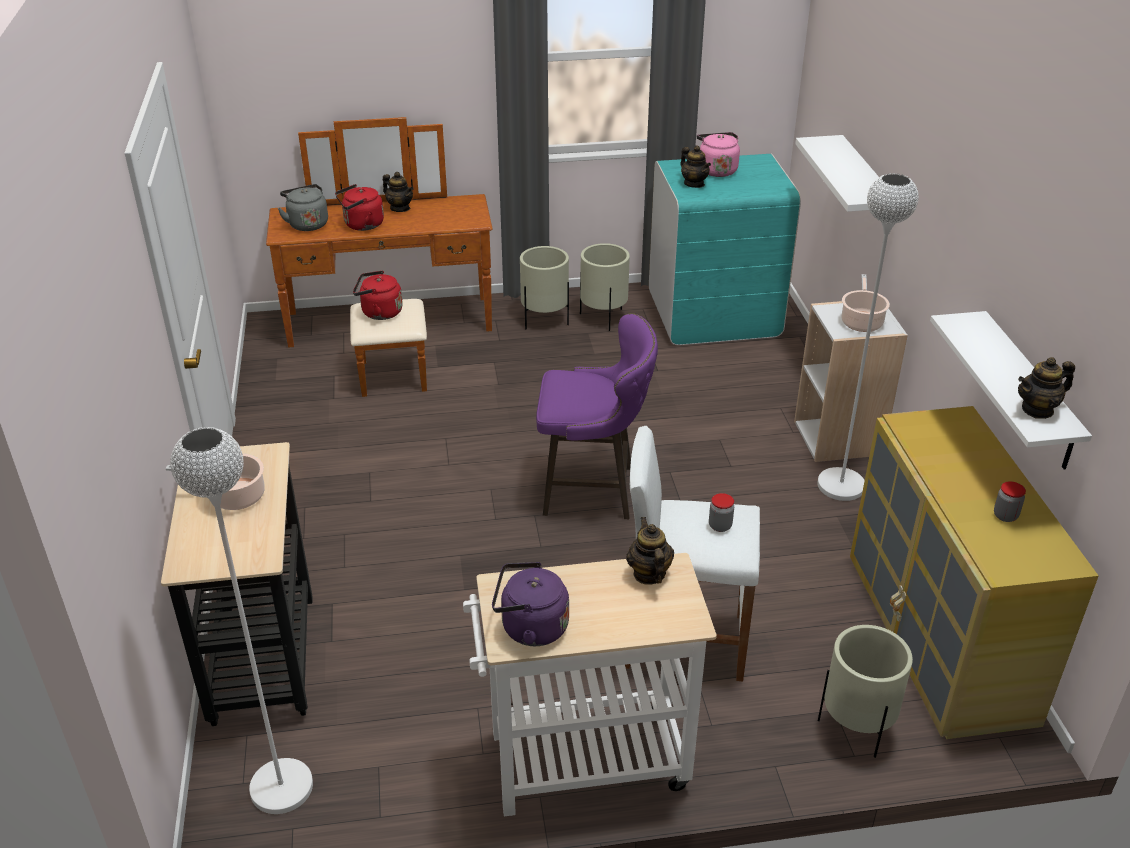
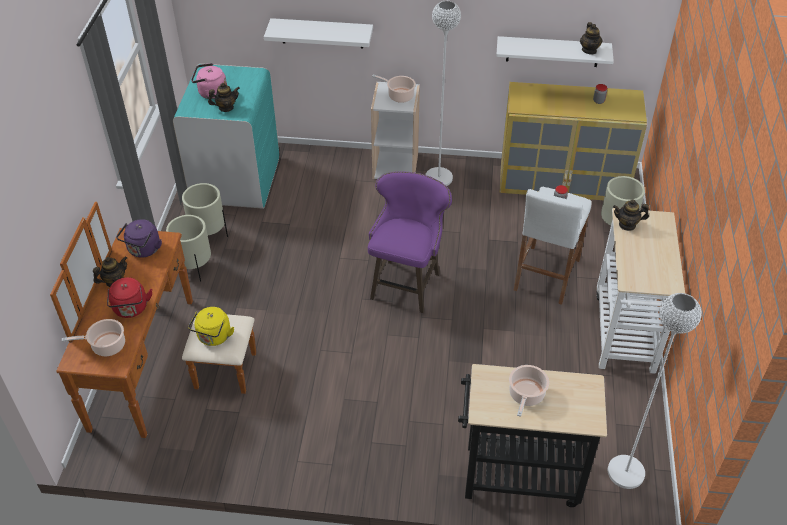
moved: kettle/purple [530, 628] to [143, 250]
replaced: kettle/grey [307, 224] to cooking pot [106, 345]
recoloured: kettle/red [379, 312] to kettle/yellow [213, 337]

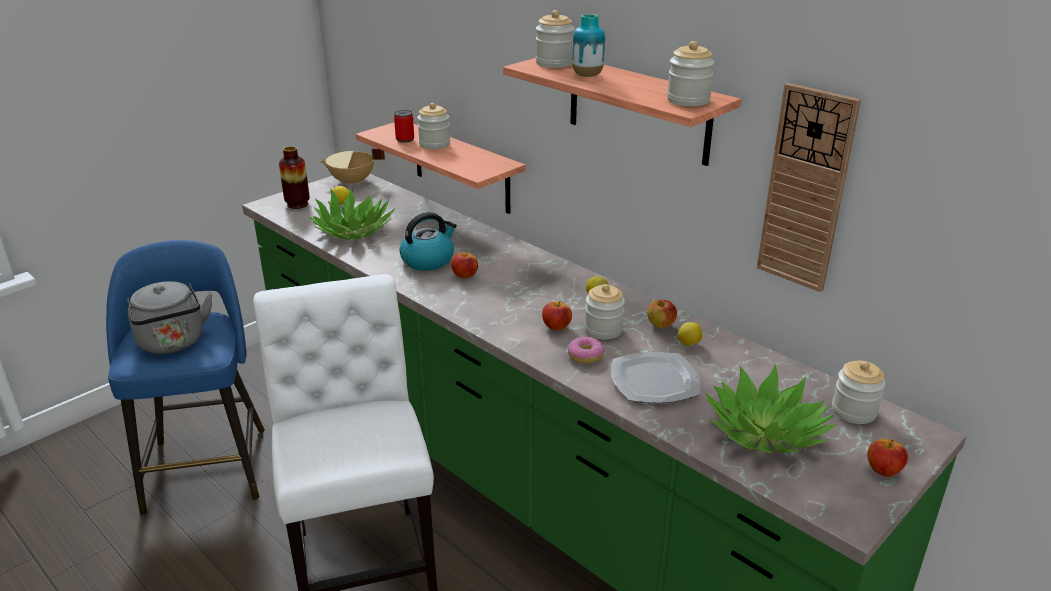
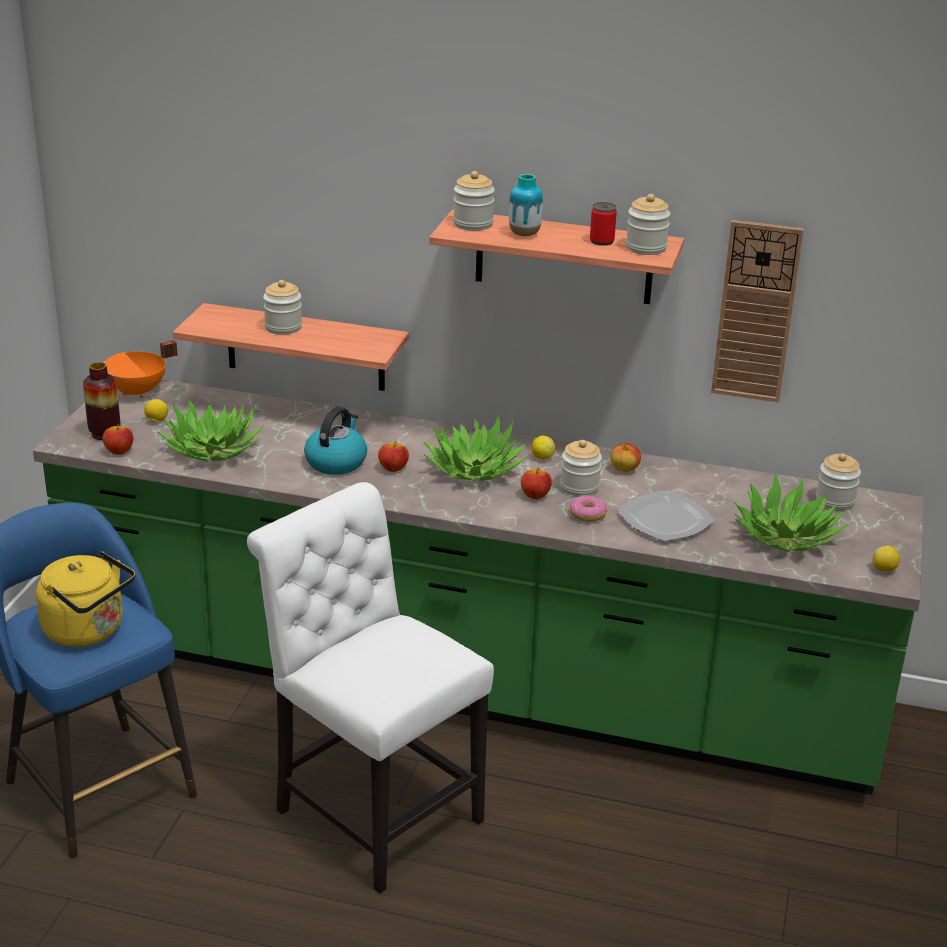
added: potted plant [474, 468]
moved: can [405, 139] to [601, 241]; lemon [689, 344] to [884, 570]; apple [883, 470] to [119, 451]
recoloured: kettle/grey [173, 343] to kettle/yellow [88, 631]; cooking pot/beige [352, 182] to cooking pot/orange [138, 392]

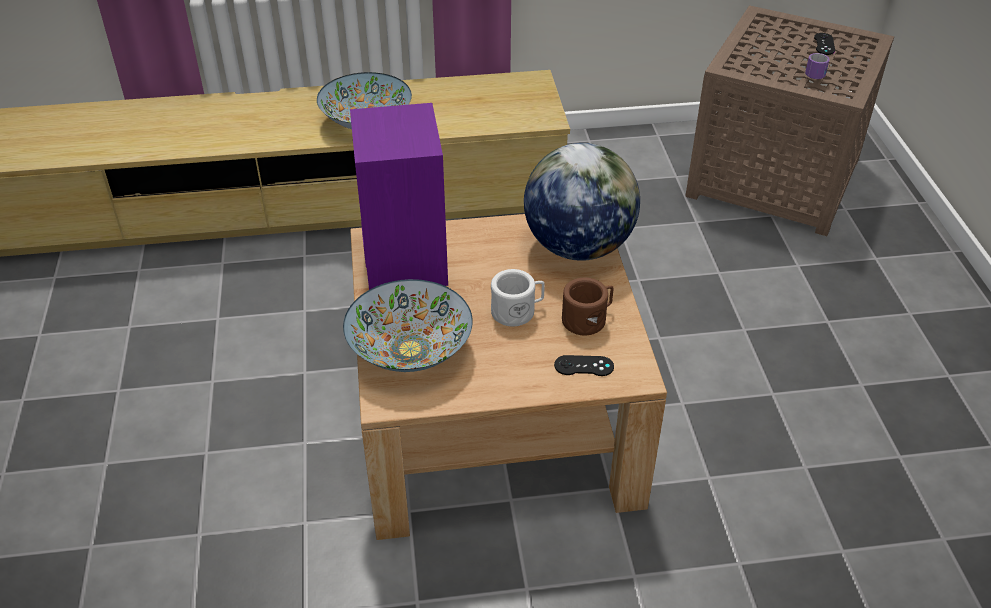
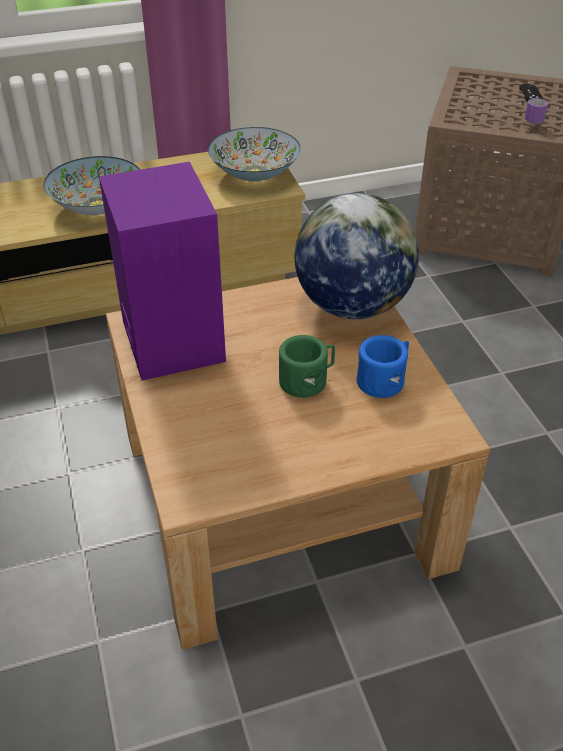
removed: game controller/black [584, 366]
moved: bowl [410, 350] to [255, 174]
recoloured: mug/white [517, 311] to mug/green [307, 380]; mug/brown [588, 319] to mug/blue [384, 380]

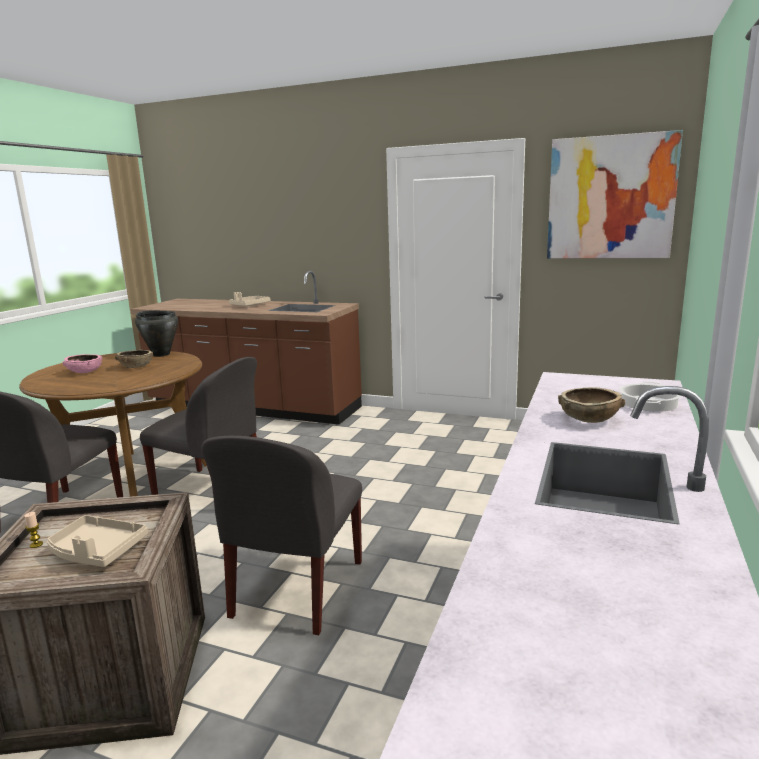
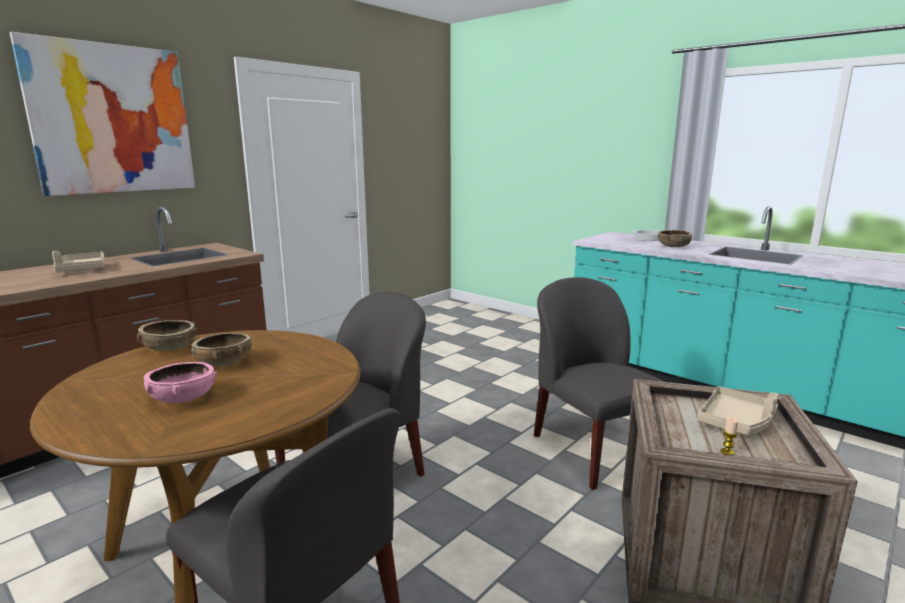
moved: picture [610, 198] to [113, 119]
replaced: cooking pot/black [161, 354] to bowl/brown [170, 348]
turned: chair/grey [296, 591] = [593, 450] 150 degrees counterclockwise

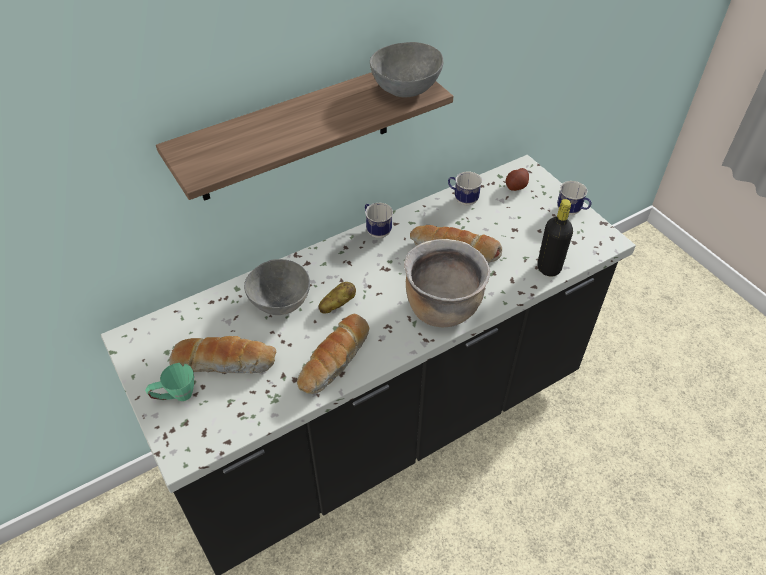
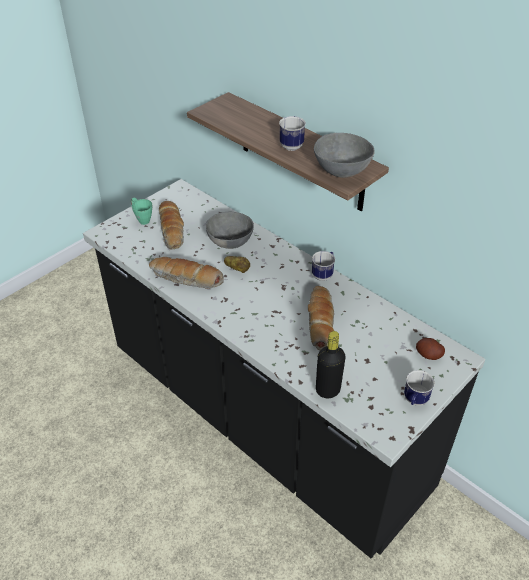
removed: cooking pot/brown [442, 307]
moved: mug [462, 199] to [292, 144]

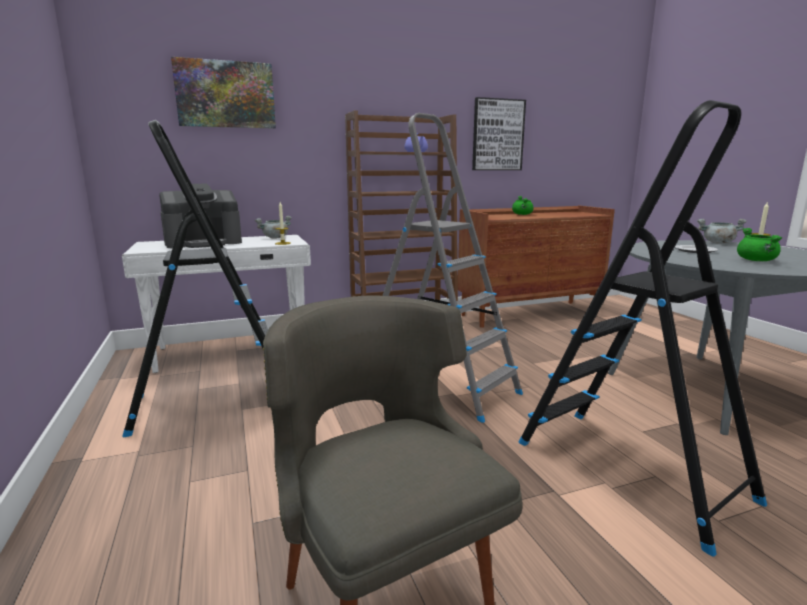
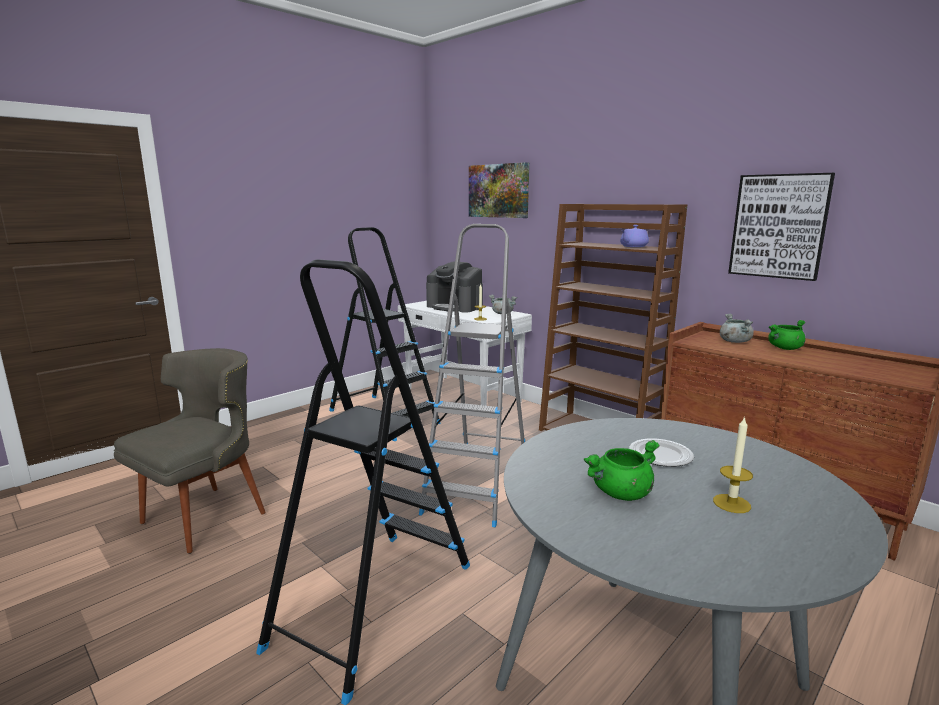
moved: cooking pot/grey [717, 243] to [734, 341]

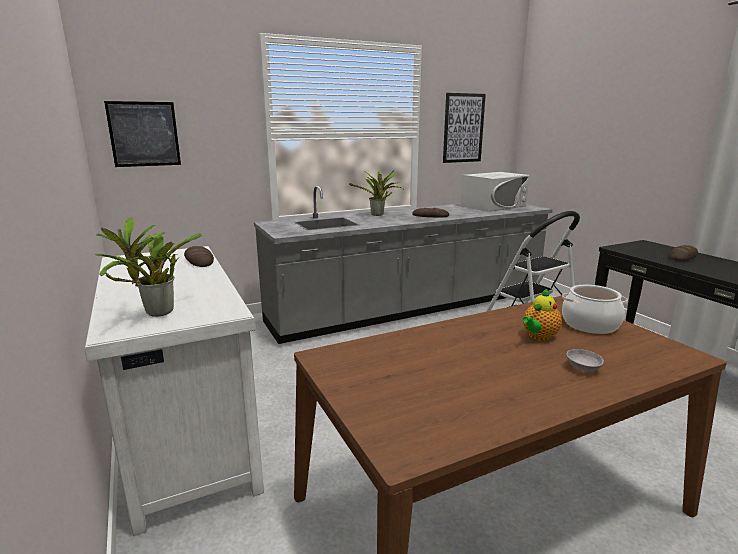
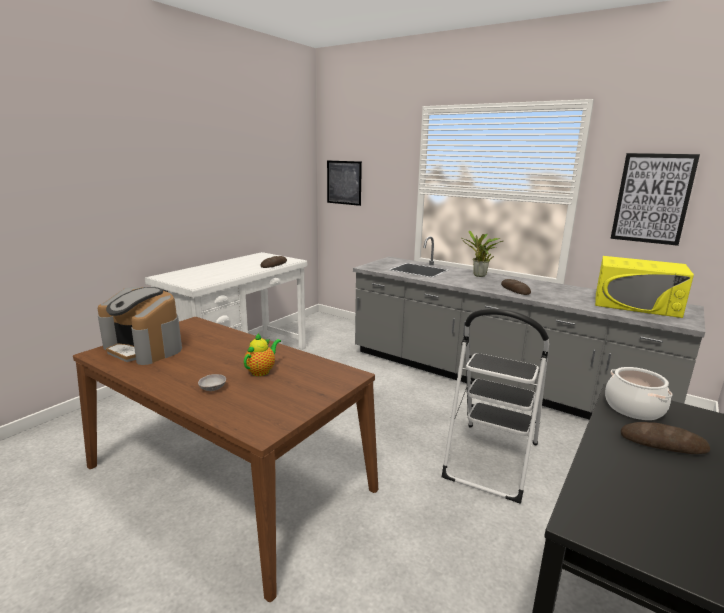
removed: potted plant [156, 314]
added: coffee machine [145, 348]
moved: cooking pot [590, 324] to [633, 408]
recoloured: microwave/white [493, 206] to microwave/yellow [636, 304]
turned: teapot [538, 337] = [262, 371] 105 degrees clockwise

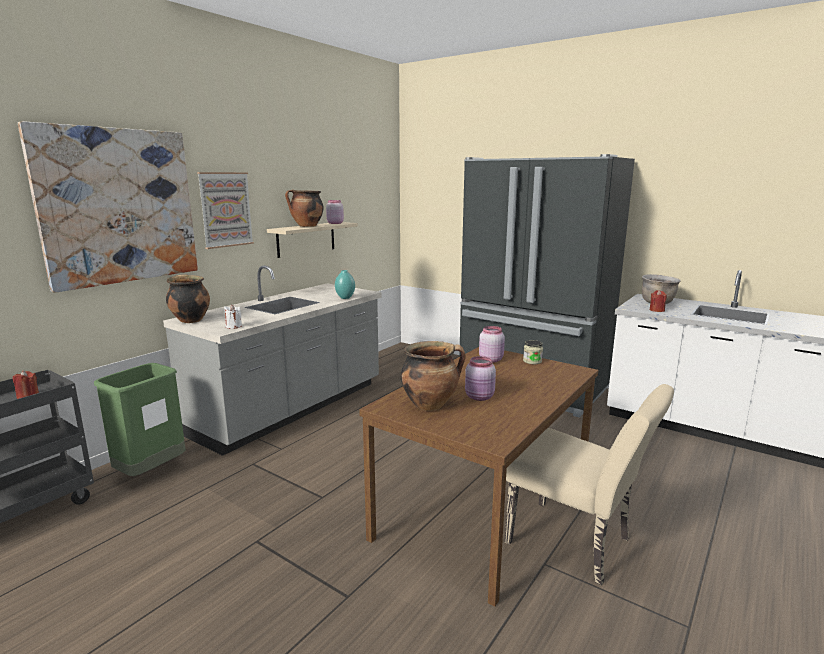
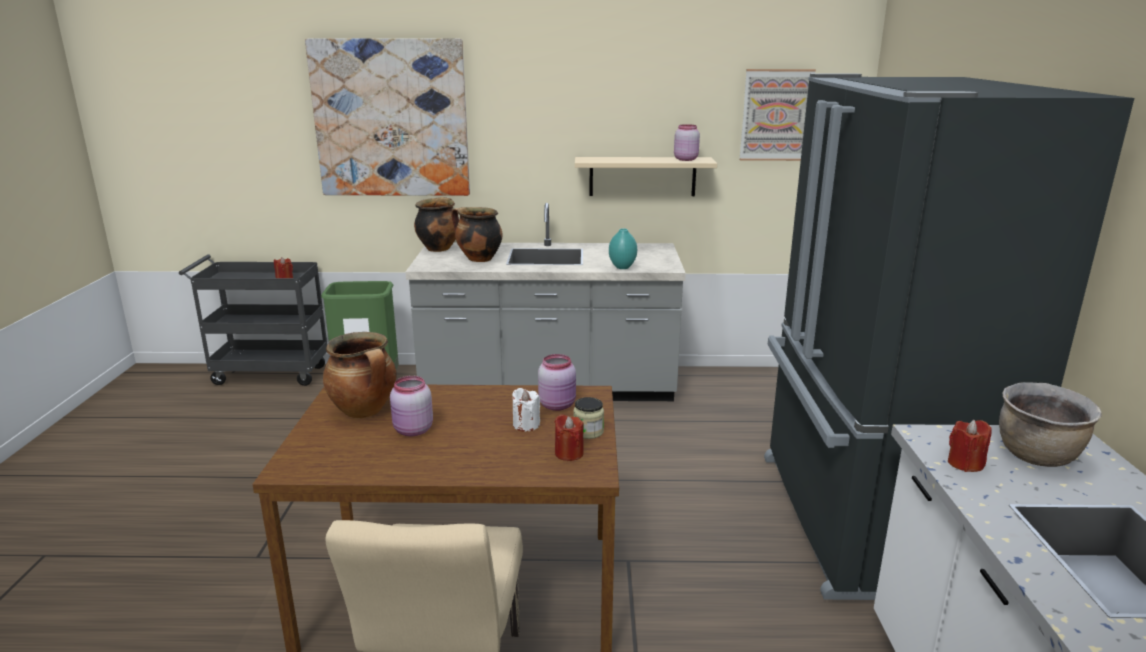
added: candle/red [569, 453]
moved: picture [225, 209] to [776, 115]; candle/white [233, 326] to [526, 425]; cooking pot [306, 226] to [478, 259]

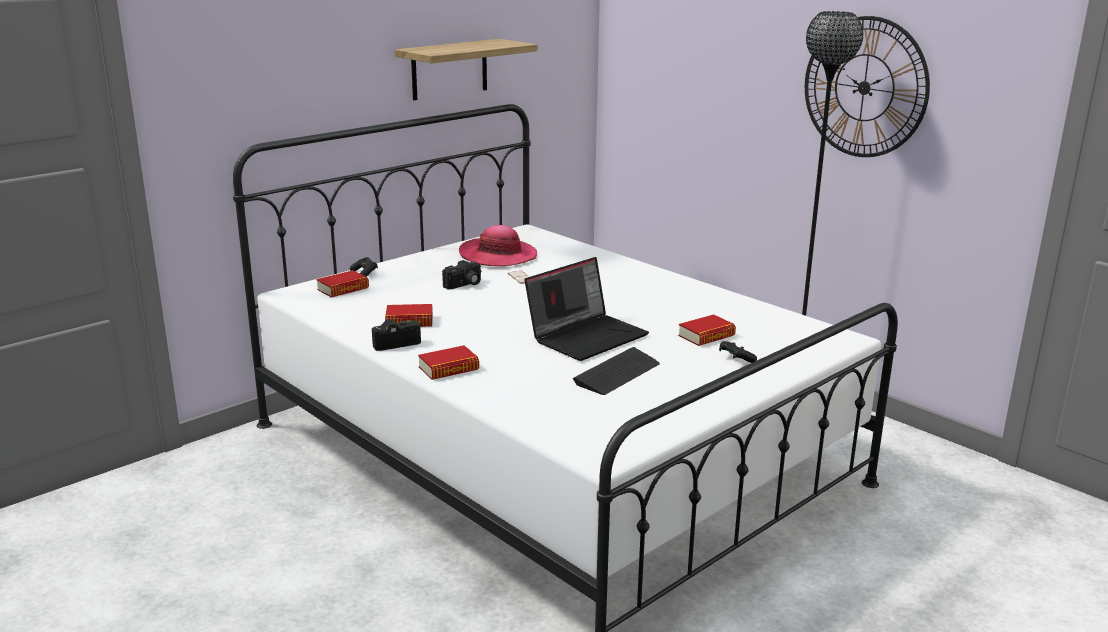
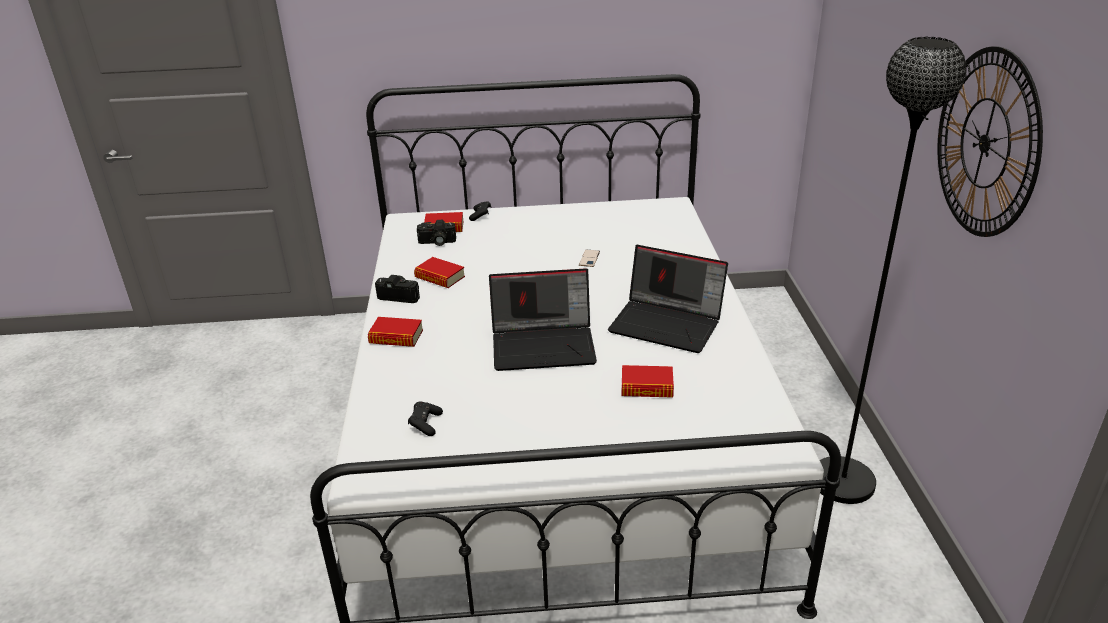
removed: shelf [449, 69]; hat [498, 256]; keyboard [617, 373]
added: laptop [668, 324]
moved: photo camera [464, 285] to [436, 242]; game controller/black [735, 359] to [425, 424]

